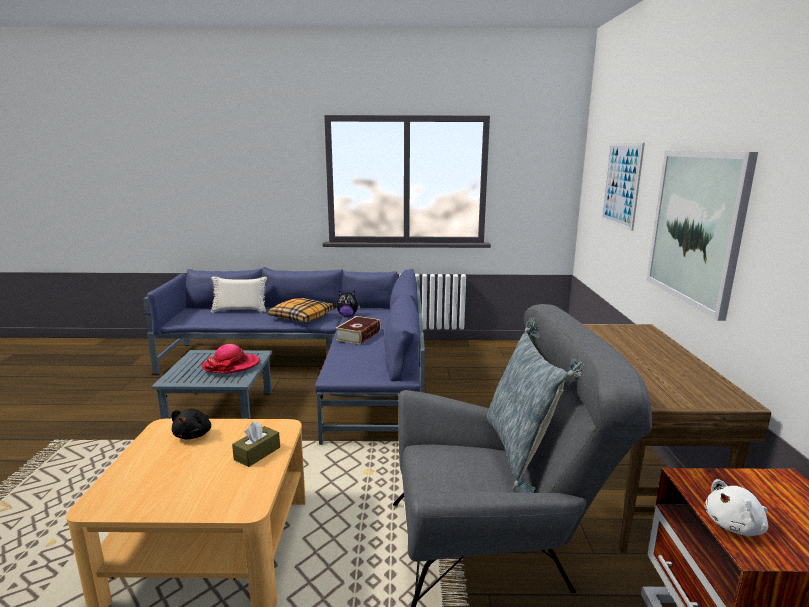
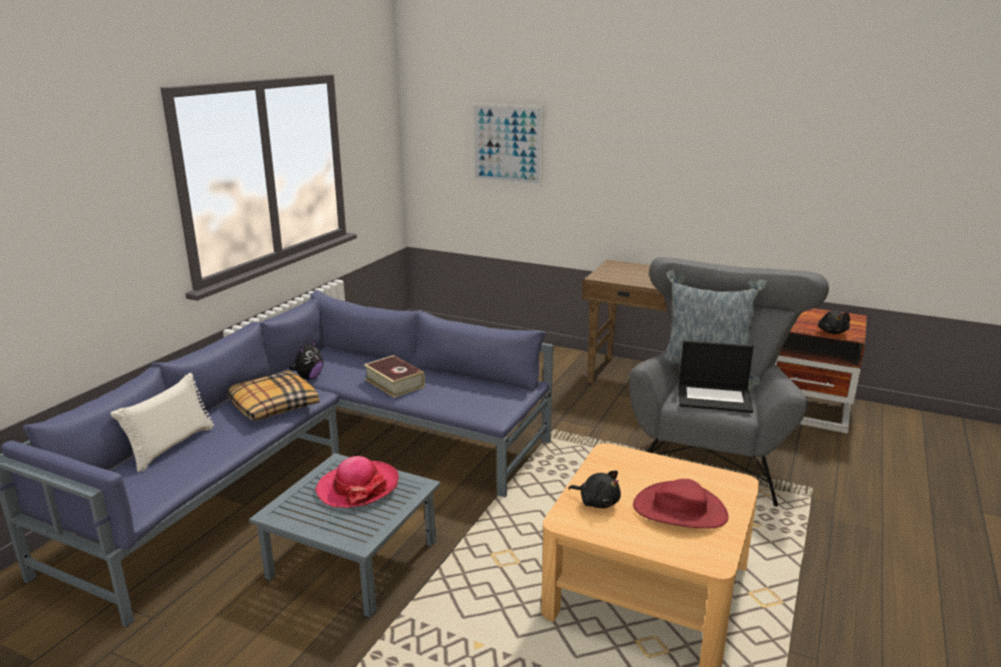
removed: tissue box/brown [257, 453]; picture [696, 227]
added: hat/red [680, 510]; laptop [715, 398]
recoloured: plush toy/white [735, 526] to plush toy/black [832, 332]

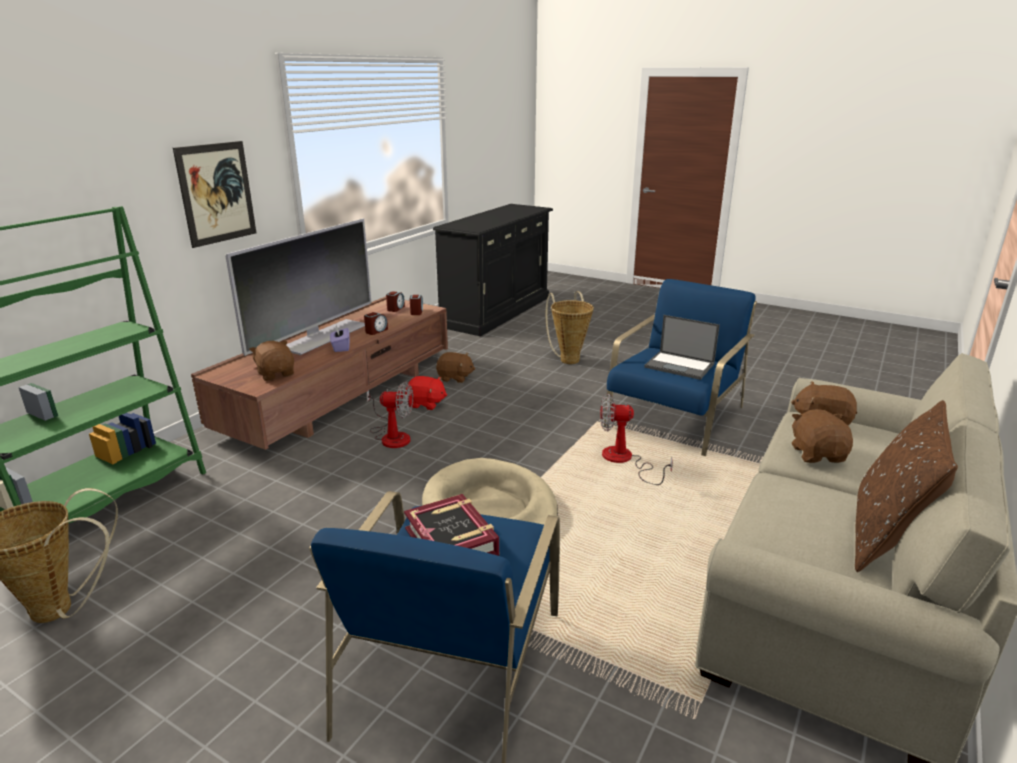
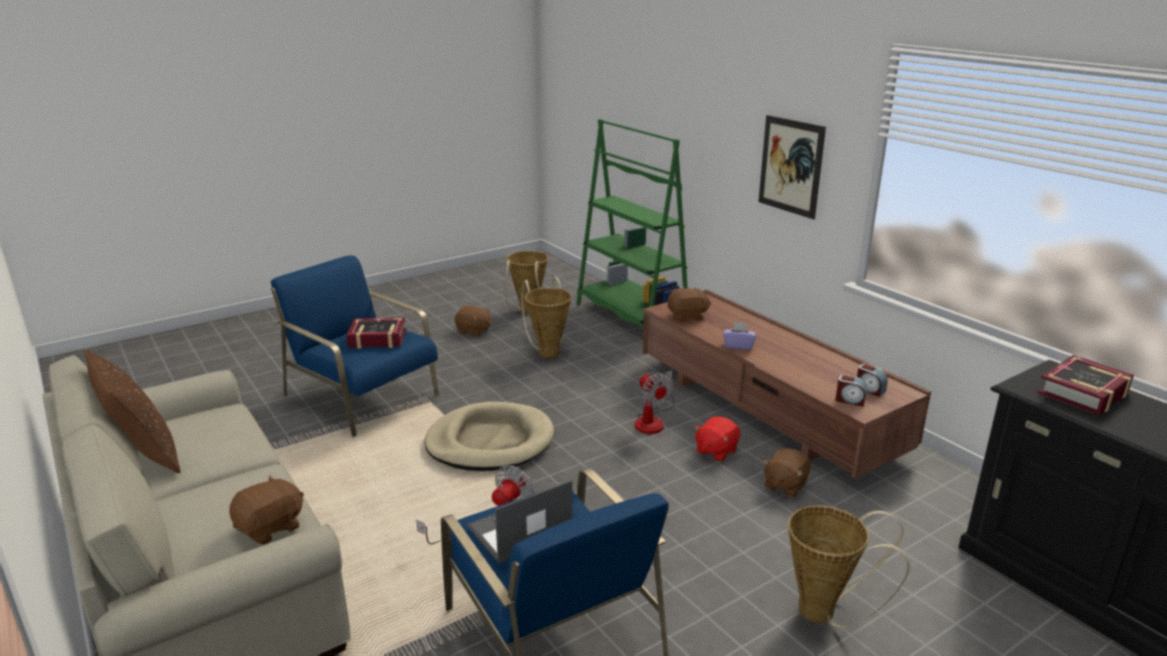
removed: television [323, 336]; alarm clock [376, 331]
added: basket [548, 351]; book [1083, 393]
moved: plush toy/brown [817, 454] to [473, 331]
turned: fan [391, 436] = [653, 420] 60 degrees counterclockwise

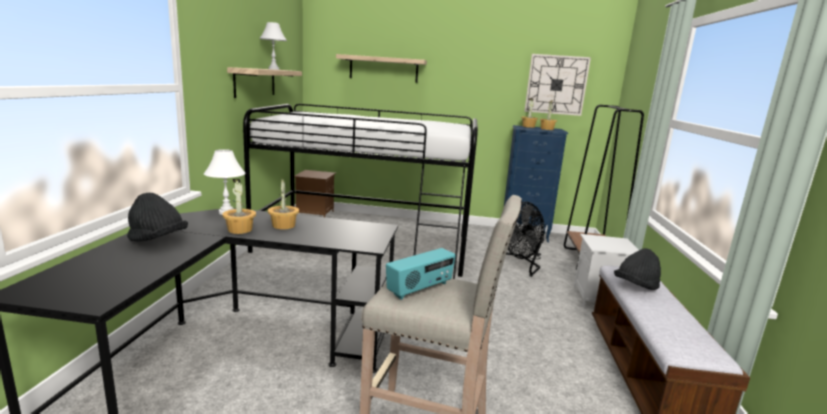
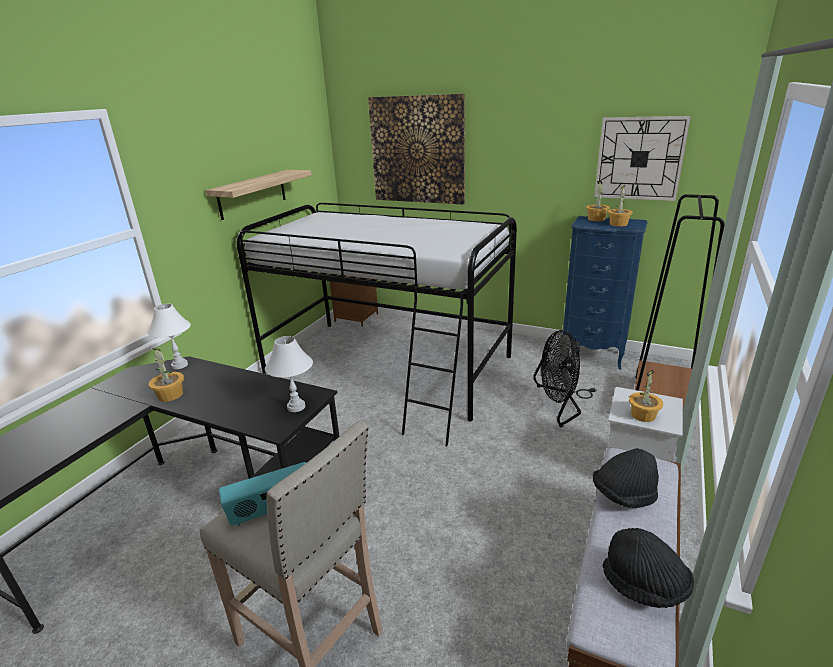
moved: hat/black [158, 240] to [644, 585]; table lamp/white [274, 69] to [296, 407]; potted plant [284, 225] to [643, 415]
replaced: shelf [383, 69] to picture [417, 150]

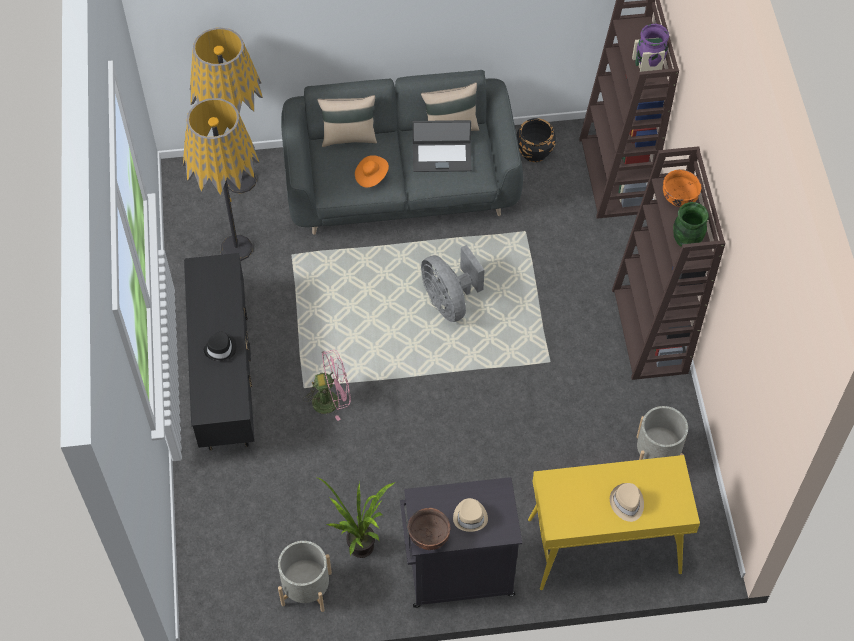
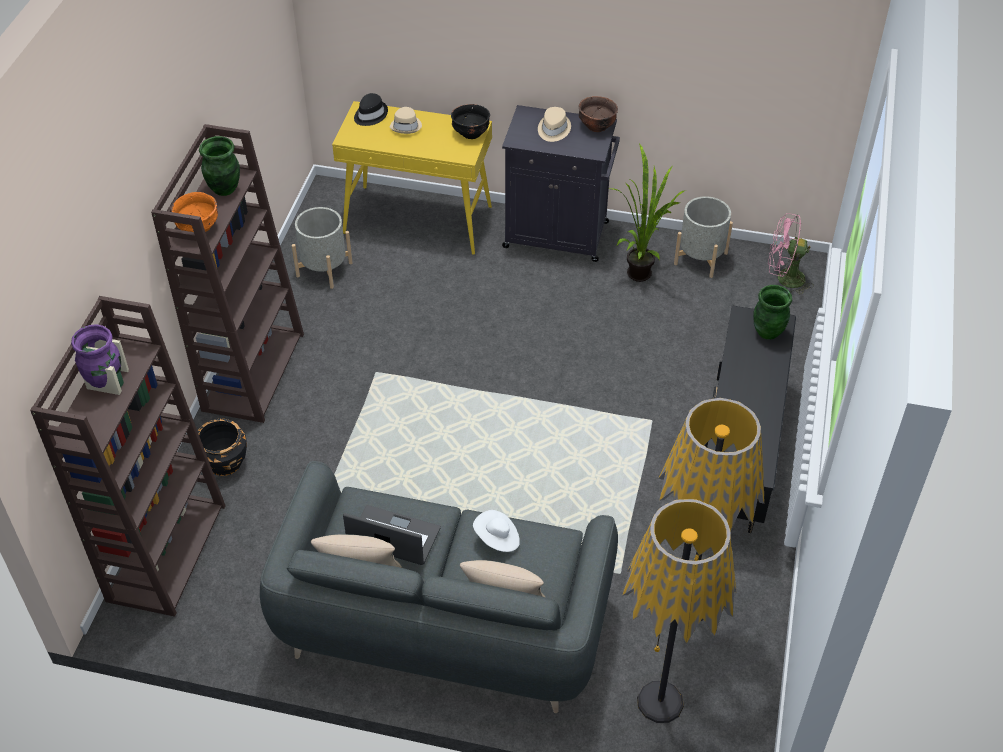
removed: fan/grey [449, 301]
added: bowl/black [470, 133]; vase/green [768, 332]
moved: hat/black [221, 348] to [370, 115]; fan/pink [331, 400] to [784, 279]; planter/black [534, 152] to [224, 462]
recoloured: hat/orange [371, 176] to hat/white [497, 539]

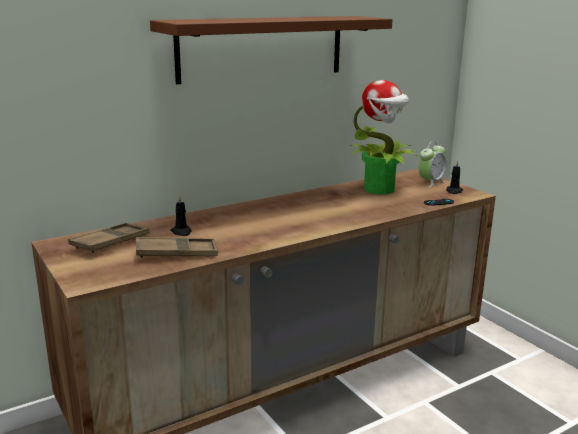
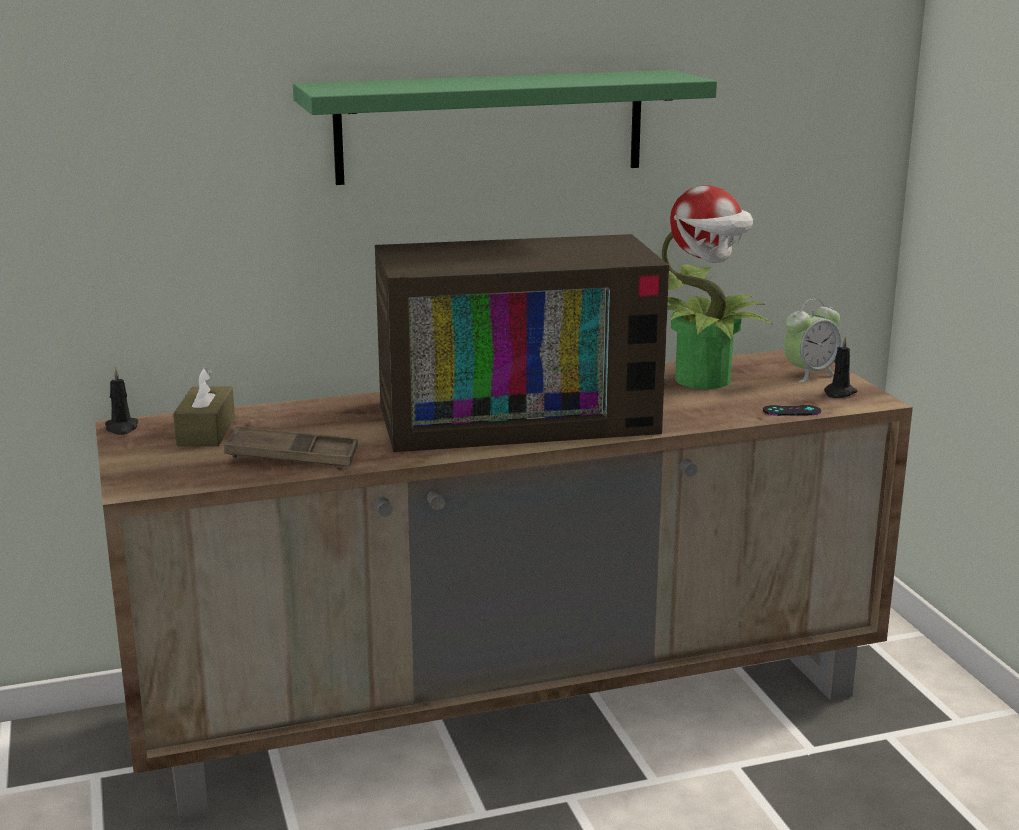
added: television [518, 415]
moved: candle/black [181, 232] to [122, 428]
replaced: tray/brown [110, 242] to tissue box/brown [206, 432]
recoloured: shelf/brown [262, 48] to shelf/green [491, 126]

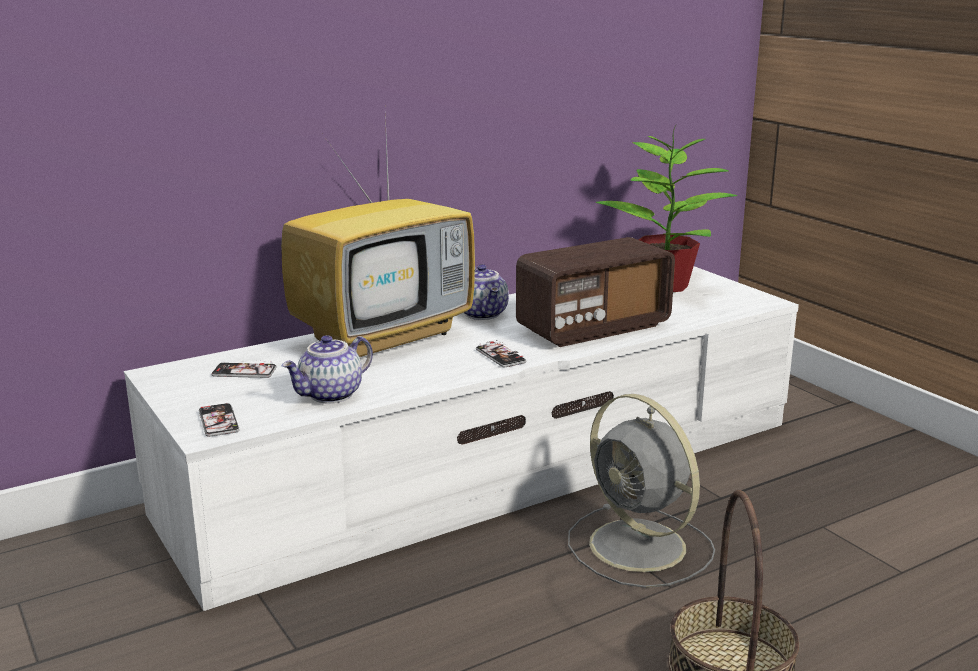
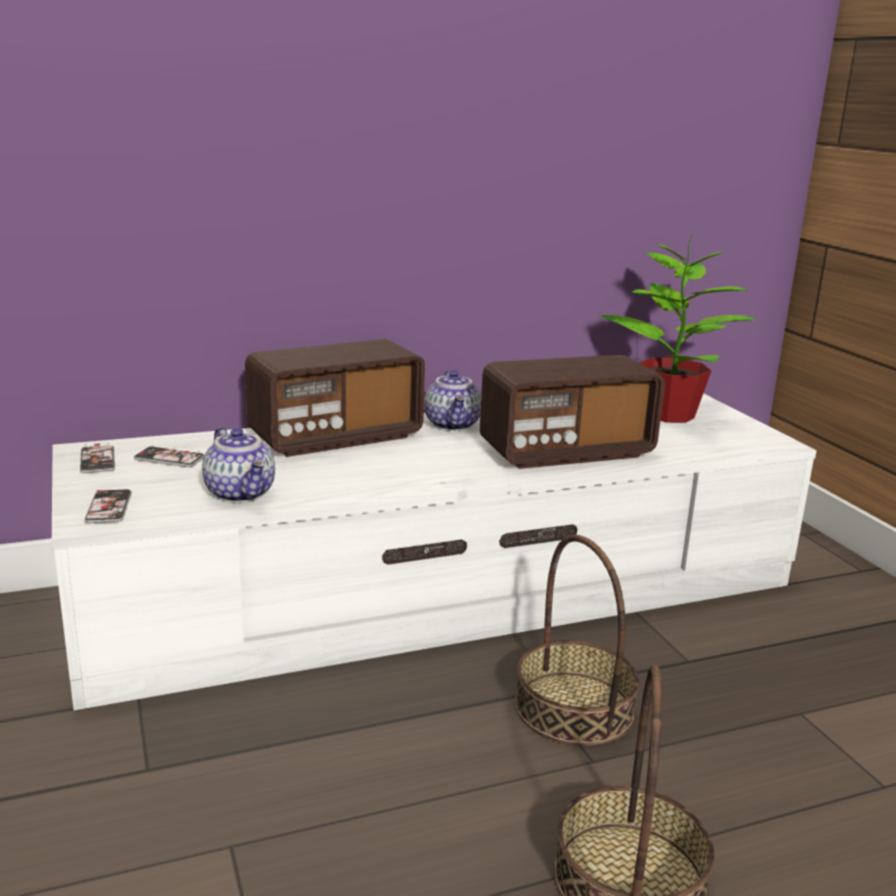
moved: phone [500, 356] to [97, 460]
replaced: television [384, 336] to radio [335, 437]; fan/grey [640, 547] to basket [574, 708]
turned: teapot [331, 395] = [242, 493] 90 degrees counterclockwise

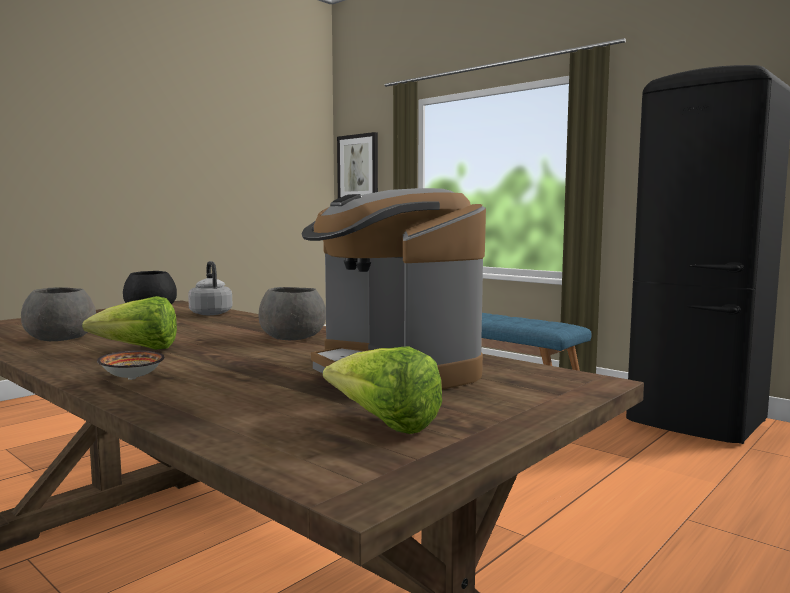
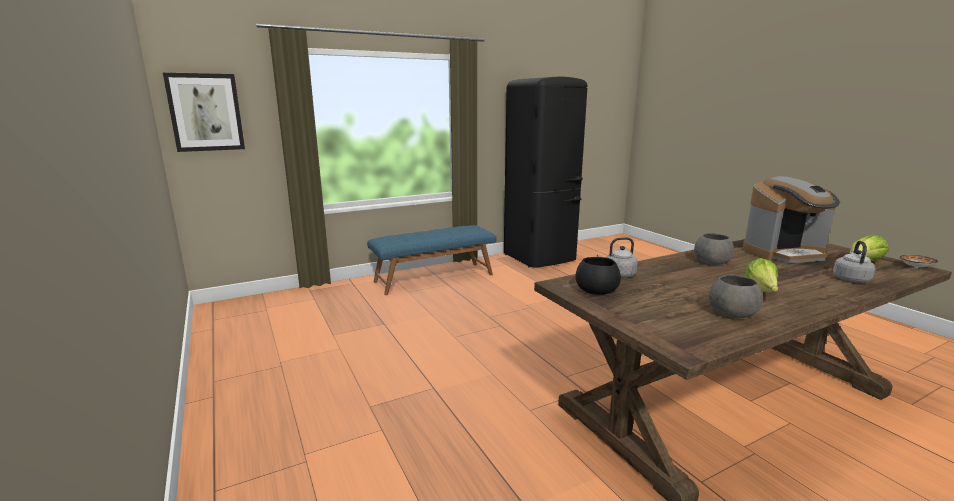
added: kettle/grey [850, 279]
moved: bowl [131, 379] to [917, 267]

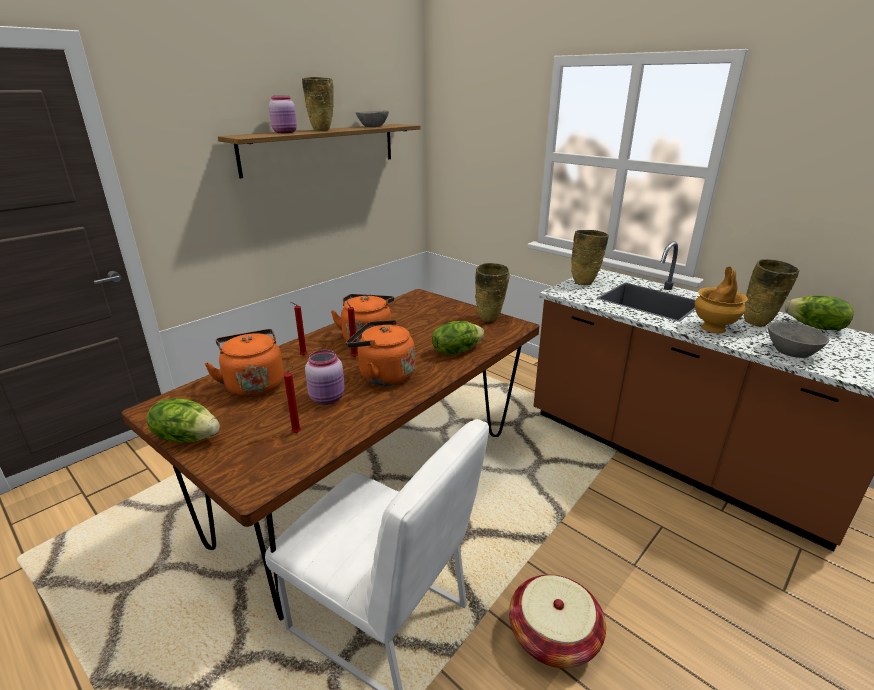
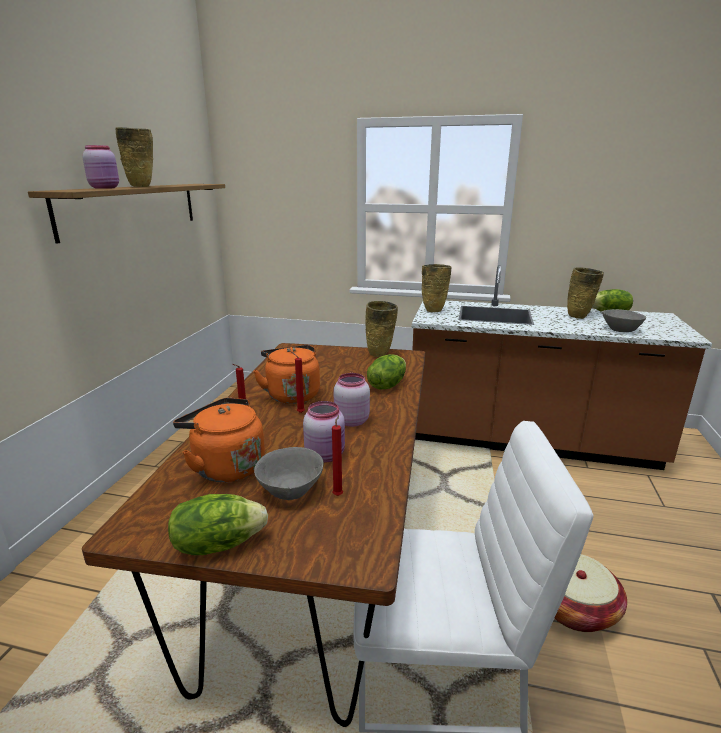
removed: vase/brown [714, 328]
moved: bowl/grey [372, 126] to [289, 490]
replaced: kettle/orange [383, 375] to jar/pink [350, 421]

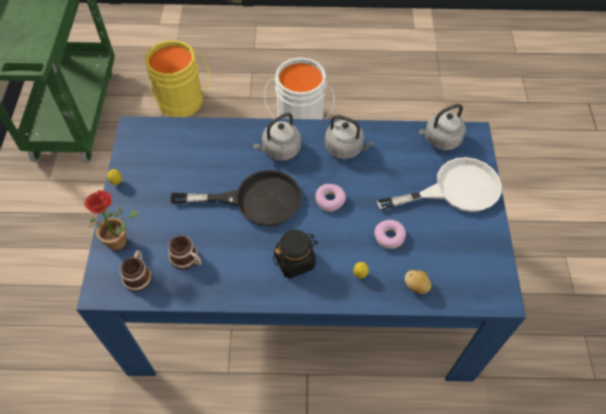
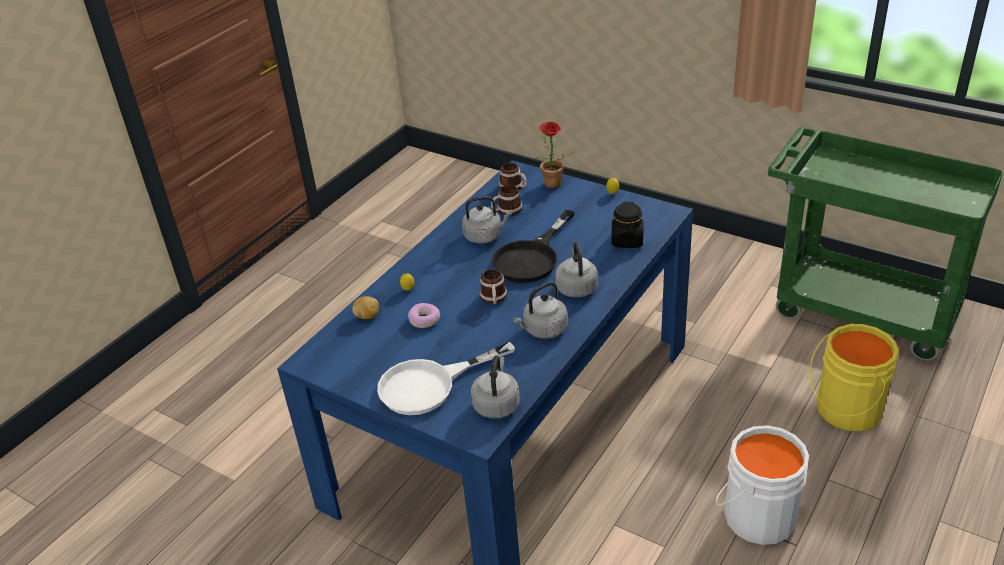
added: kettle/grey [485, 236]
moved: jar/black [295, 261] to [627, 240]
replaced: donut [330, 200] to mug [494, 299]
turned: frying pan/white [454, 190] = [430, 385] 45 degrees clockwise

